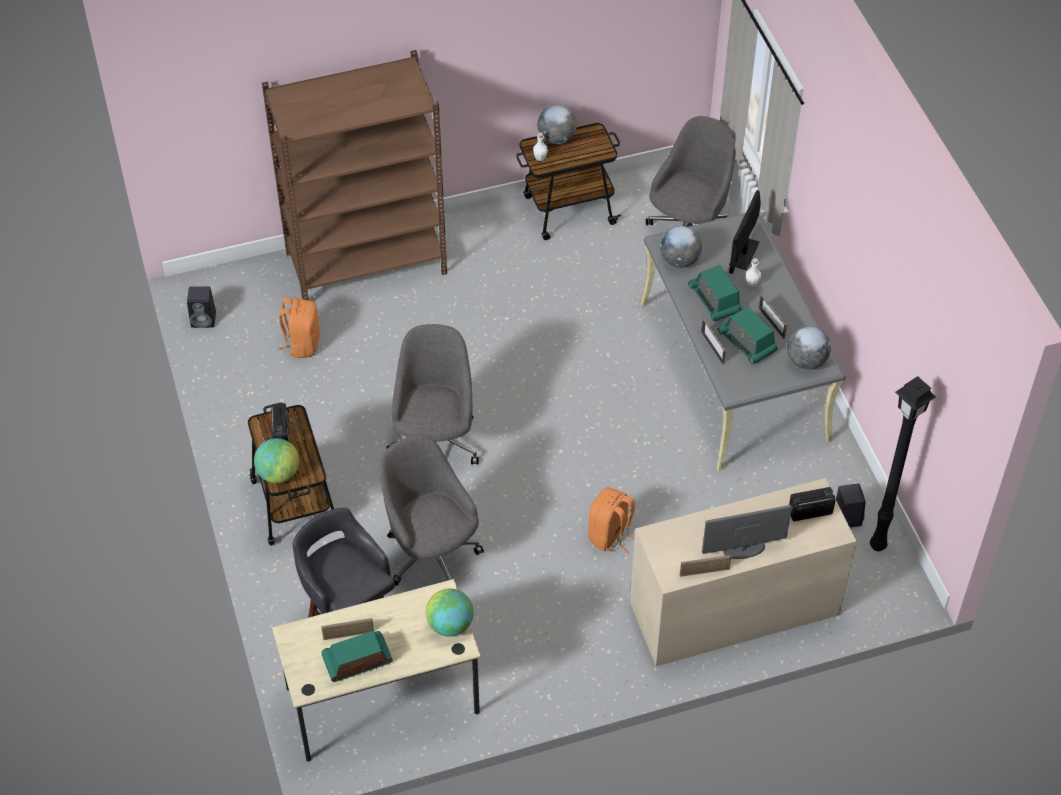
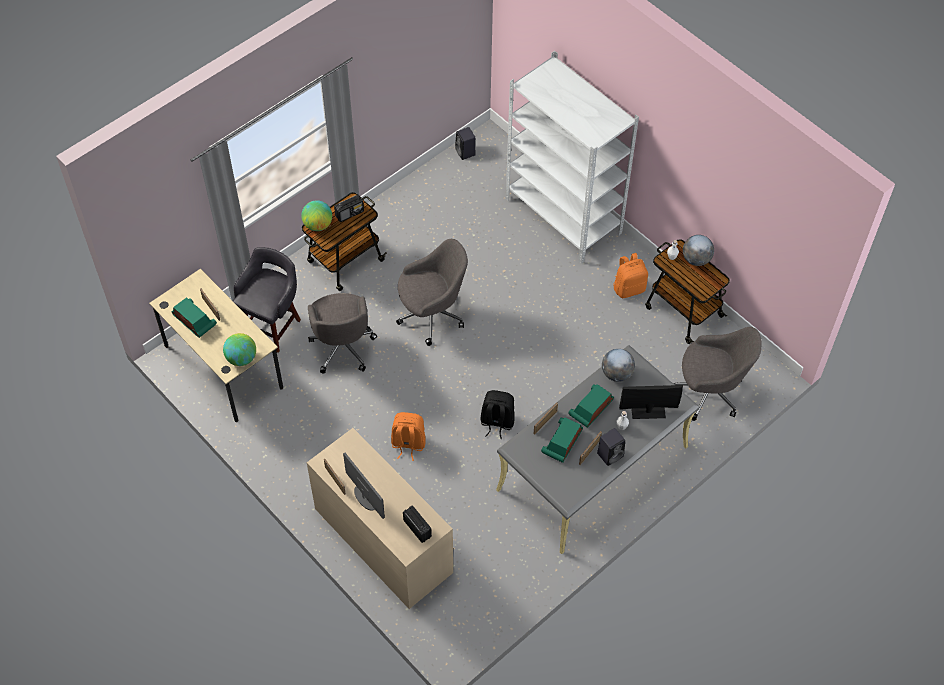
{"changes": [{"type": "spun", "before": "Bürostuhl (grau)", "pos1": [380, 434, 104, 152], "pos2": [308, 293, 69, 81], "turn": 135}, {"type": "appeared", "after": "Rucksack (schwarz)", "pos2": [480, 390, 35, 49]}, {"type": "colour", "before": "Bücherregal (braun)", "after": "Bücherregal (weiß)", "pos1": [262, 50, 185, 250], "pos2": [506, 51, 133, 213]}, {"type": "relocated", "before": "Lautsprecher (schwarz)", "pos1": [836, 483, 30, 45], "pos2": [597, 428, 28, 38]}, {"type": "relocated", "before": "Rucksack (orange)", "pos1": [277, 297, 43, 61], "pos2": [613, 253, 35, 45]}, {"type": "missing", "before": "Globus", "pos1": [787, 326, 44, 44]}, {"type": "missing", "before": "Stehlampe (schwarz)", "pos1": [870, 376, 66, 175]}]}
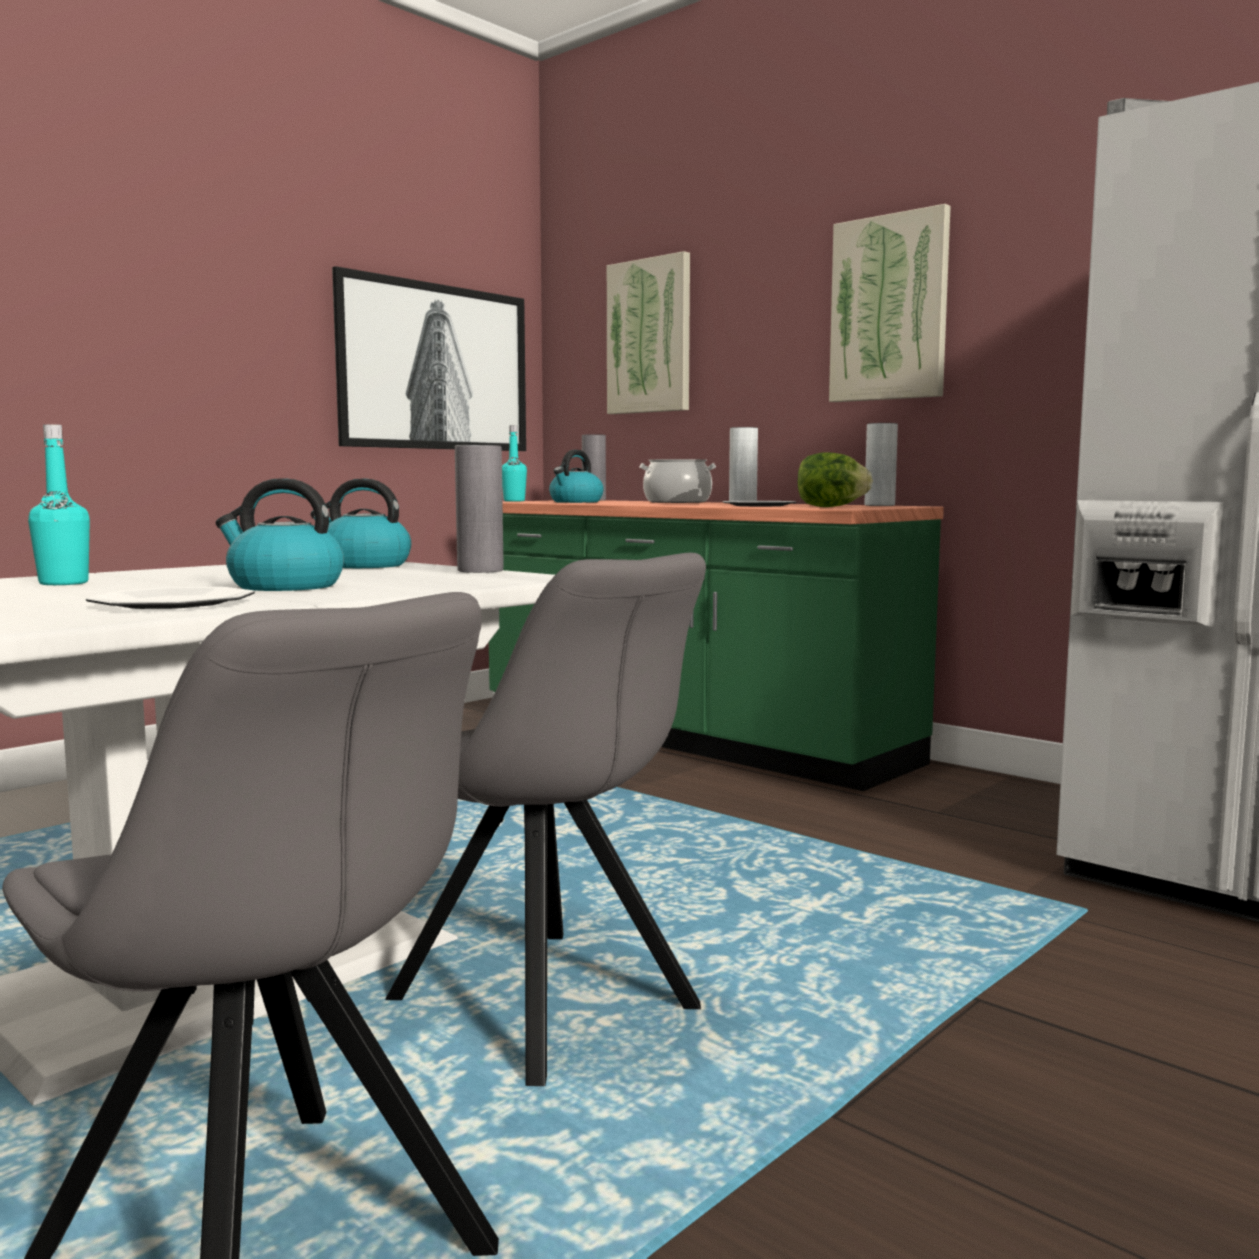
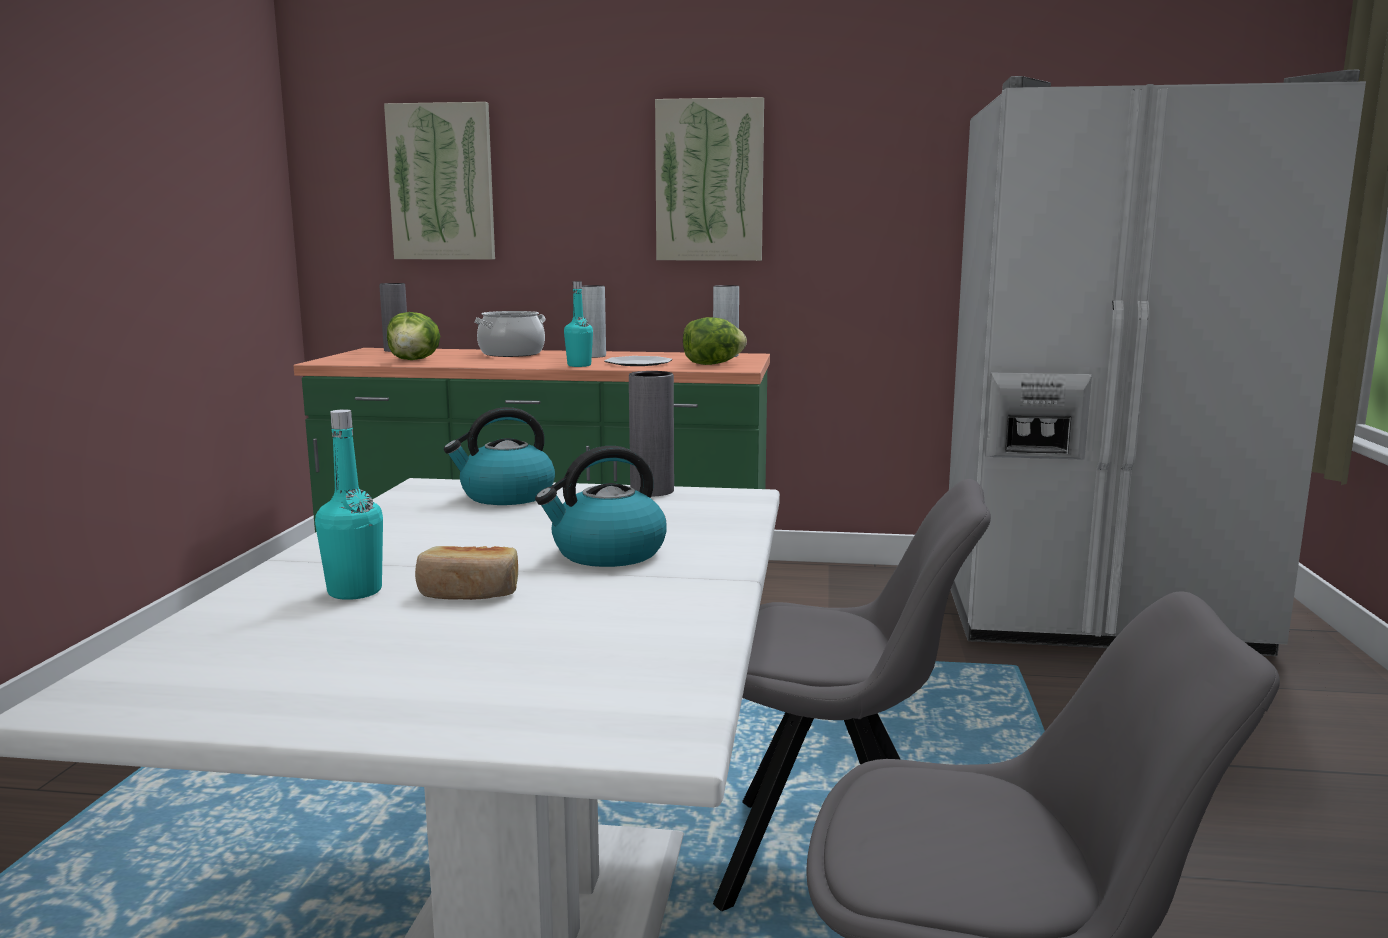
{"changes": [{"type": "exchanged", "before": "Wasserkessel", "after": "Salatkopf", "pos1": [549, 450, 55, 53], "pos2": [387, 312, 53, 48]}, {"type": "appeared", "after": "Brot", "pos2": [415, 546, 103, 54]}, {"type": "relocated", "before": "Flasche (türkis)", "pos1": [502, 425, 25, 76], "pos2": [564, 281, 29, 86]}, {"type": "missing", "before": "Teller", "pos1": [86, 587, 169, 22]}, {"type": "missing", "before": "Bild", "pos1": [332, 266, 194, 185]}]}
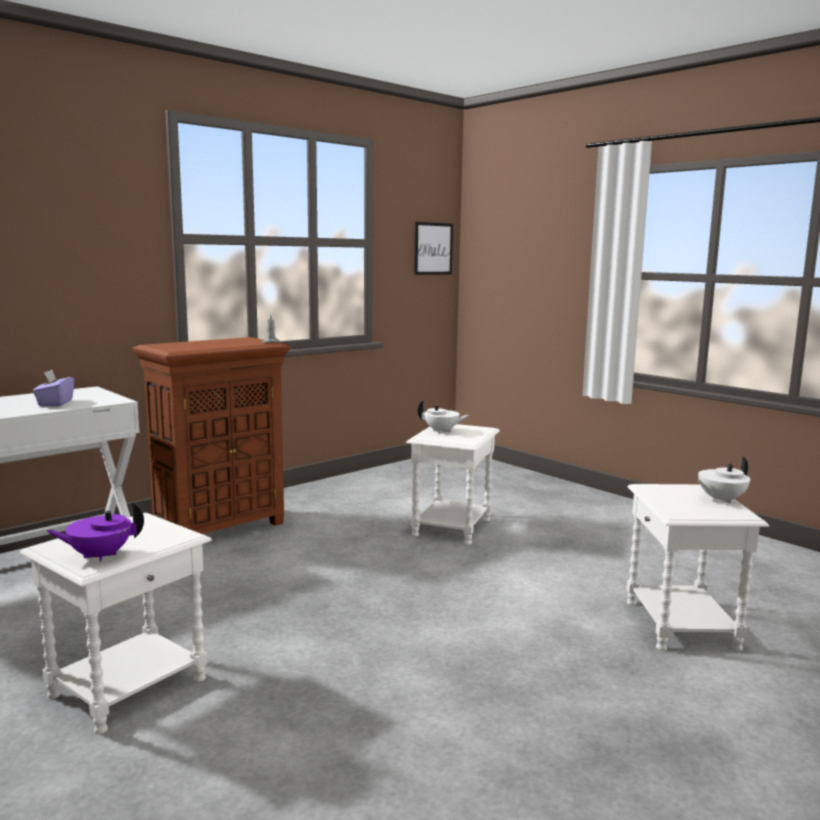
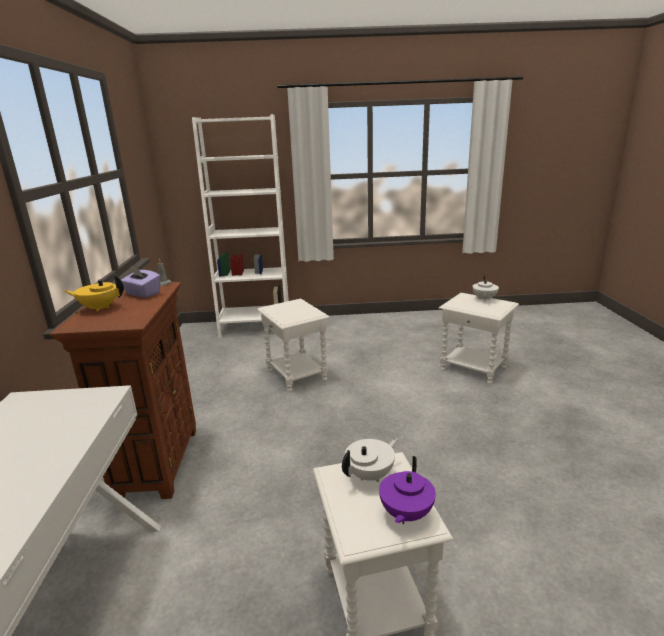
{"changes": [{"type": "appeared", "after": "Teekanne (gelb)", "pos2": [65, 274, 59, 38]}, {"type": "relocated", "before": "Taschentuchbox (lila)", "pos1": [33, 370, 41, 36], "pos2": [121, 267, 40, 31]}, {"type": "appeared", "after": "Bücherregal (weiß)", "pos2": [192, 114, 97, 224]}, {"type": "relocated", "before": "Teekanne (weiß)", "pos1": [418, 400, 51, 34], "pos2": [342, 438, 56, 45]}, {"type": "missing", "before": "Bild", "pos1": [414, 222, 39, 53]}]}
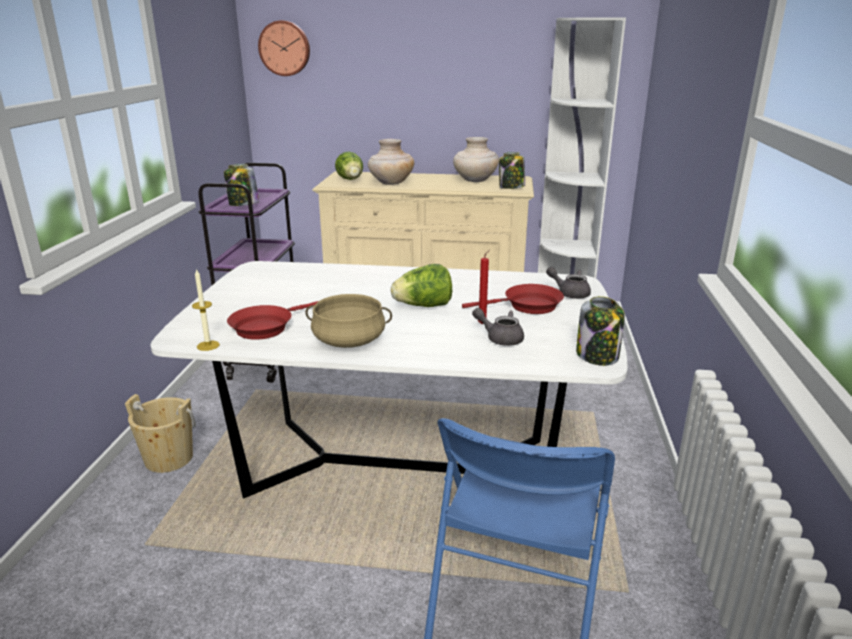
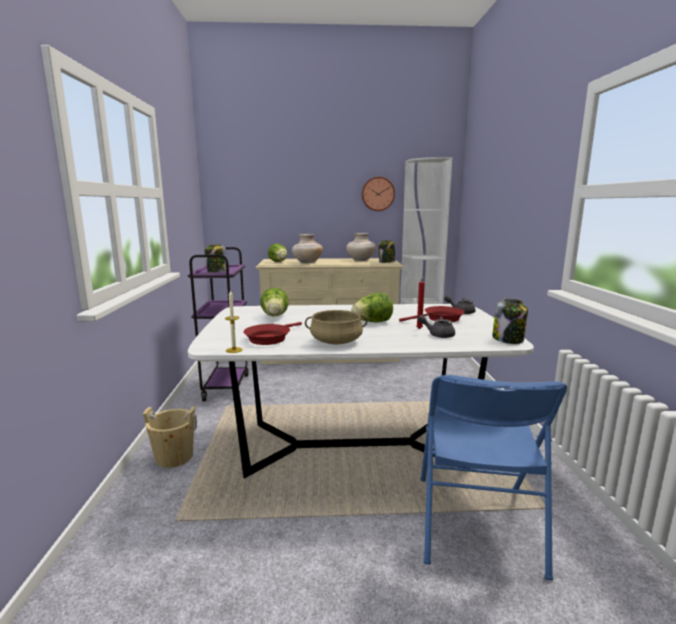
{"changes": [{"type": "appeared", "after": "Salatkopf", "pos2": [260, 288, 28, 29]}, {"type": "relocated", "before": "Wanduhr", "pos1": [258, 20, 52, 56], "pos2": [362, 177, 33, 34]}]}
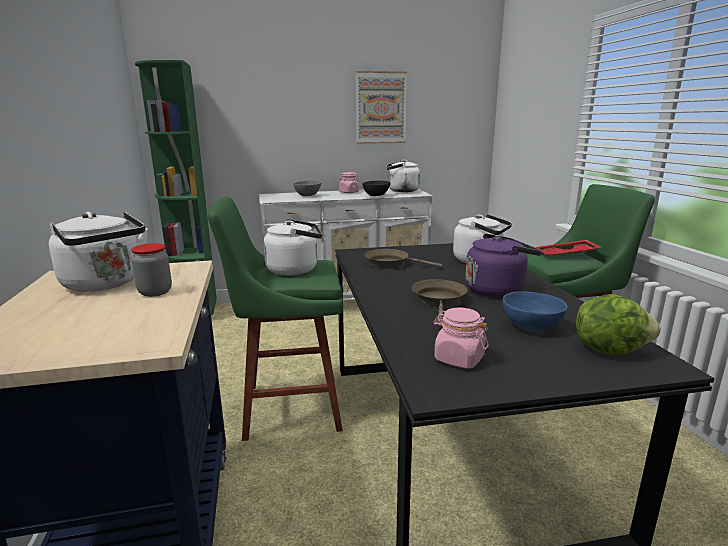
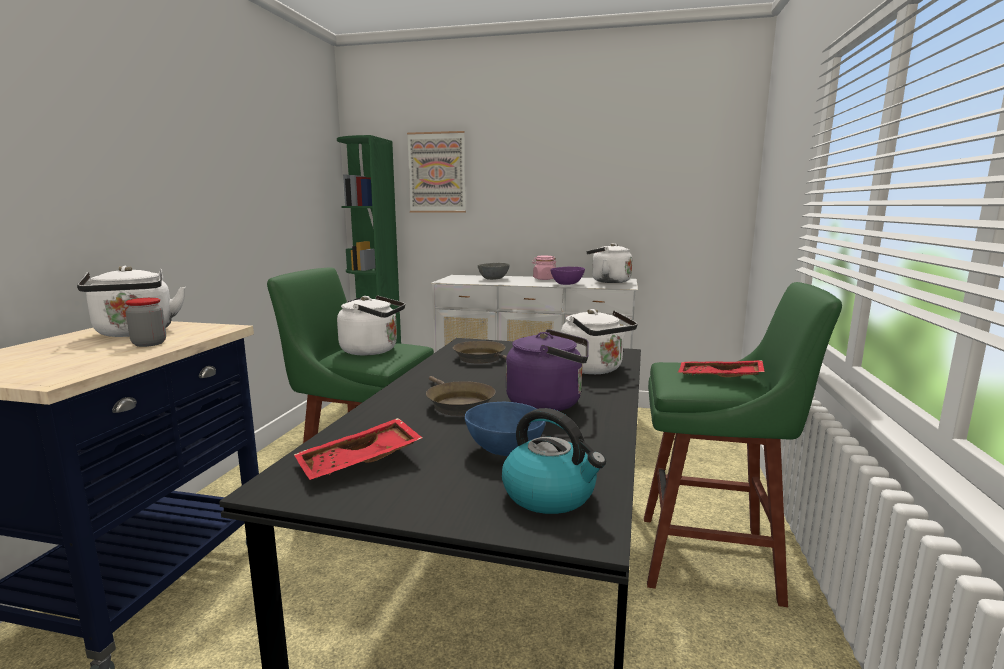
{"changes": [{"type": "exchanged", "before": "Vorratsglas (rosa)", "after": "Tablett (rot)", "pos1": [434, 307, 54, 62], "pos2": [294, 418, 129, 62]}, {"type": "relocated", "before": "Bild", "pos1": [356, 71, 51, 73], "pos2": [407, 131, 59, 82]}, {"type": "spun", "before": "Pfanne (braun)", "pos1": [412, 279, 56, 48], "pos2": [426, 376, 70, 40], "turn": 120}, {"type": "exchanged", "before": "Salatkopf", "after": "Wasserkessel", "pos1": [576, 294, 85, 61], "pos2": [502, 408, 104, 106]}, {"type": "colour", "before": "Schüssel (schwarz)", "after": "Schüssel (lila)", "pos1": [362, 181, 28, 15], "pos2": [550, 267, 35, 18]}]}
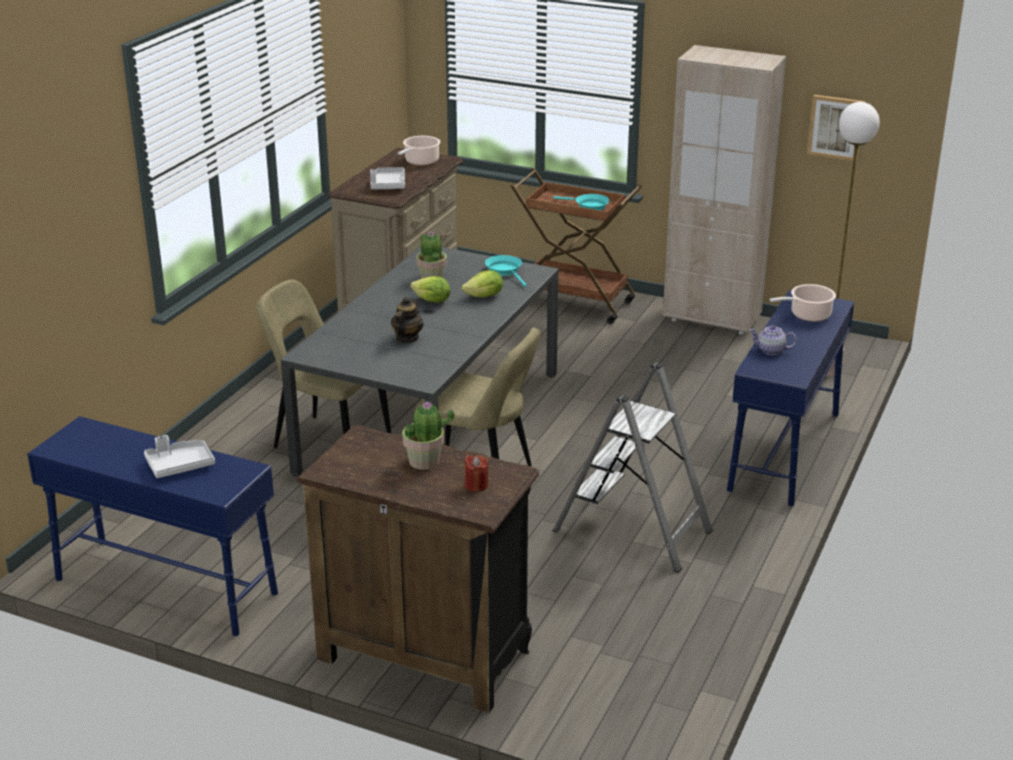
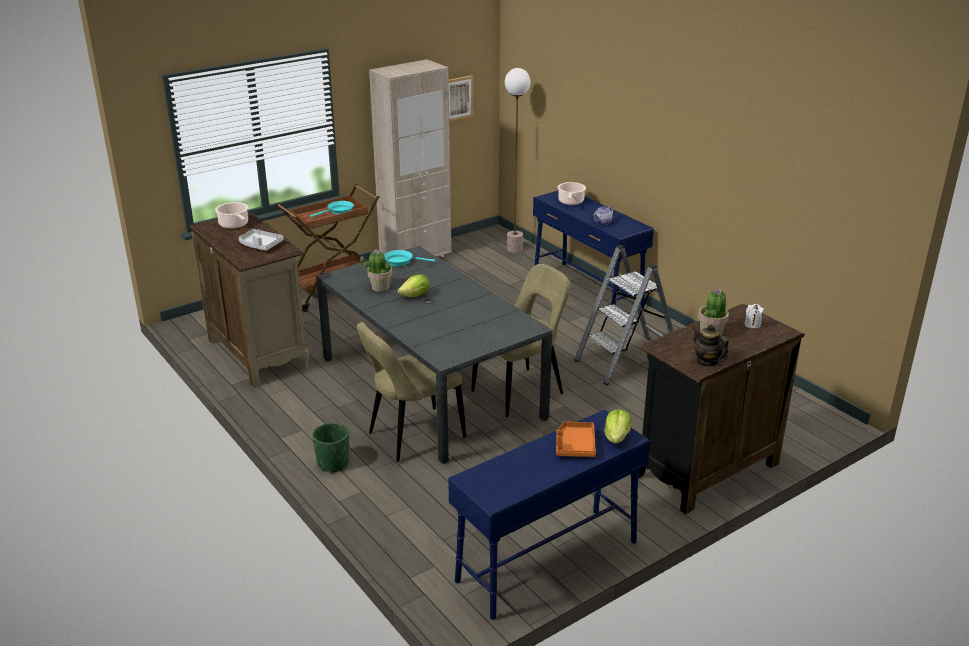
{"changes": [{"type": "appeared", "after": "Pflanzkübel (grün)", "pos2": [312, 423, 37, 50]}, {"type": "colour", "before": "Tablett (grau)", "after": "Tablett (orange)", "pos1": [144, 435, 71, 43], "pos2": [556, 422, 40, 35]}, {"type": "relocated", "before": "Salatkopf", "pos1": [461, 270, 42, 27], "pos2": [604, 409, 28, 34]}, {"type": "relocated", "before": "Teekanne", "pos1": [391, 297, 33, 46], "pos2": [692, 324, 36, 43]}, {"type": "colour", "before": "Kerze (rot)", "after": "Kerze (weiß)", "pos1": [464, 455, 24, 37], "pos2": [744, 304, 20, 25]}]}
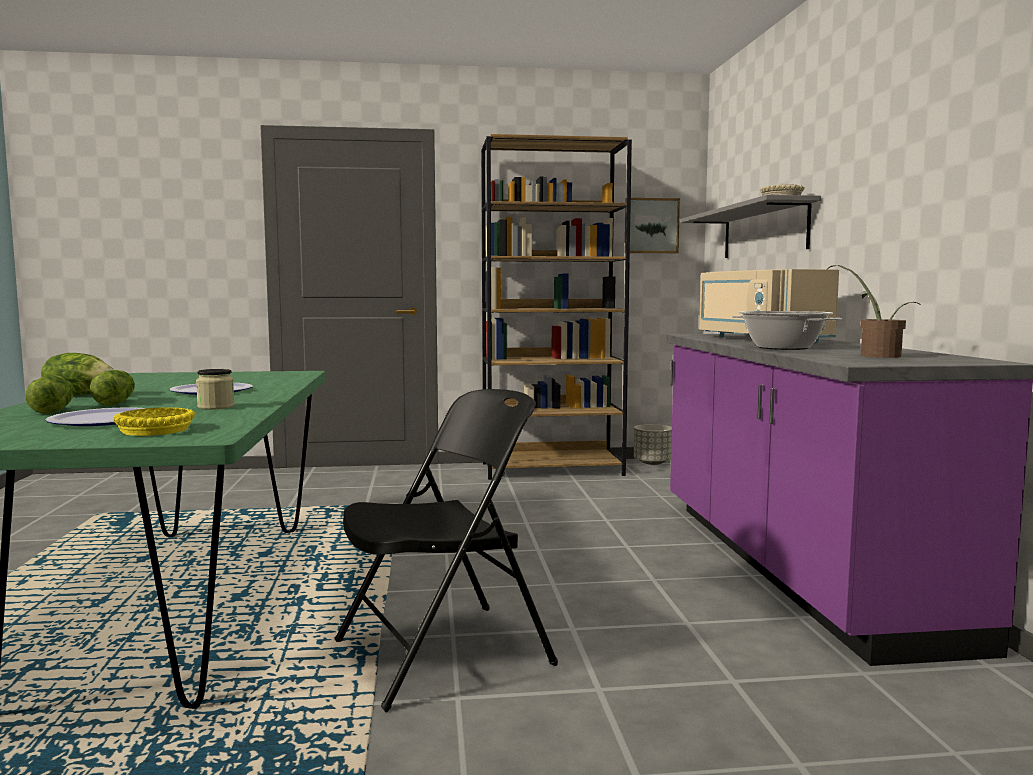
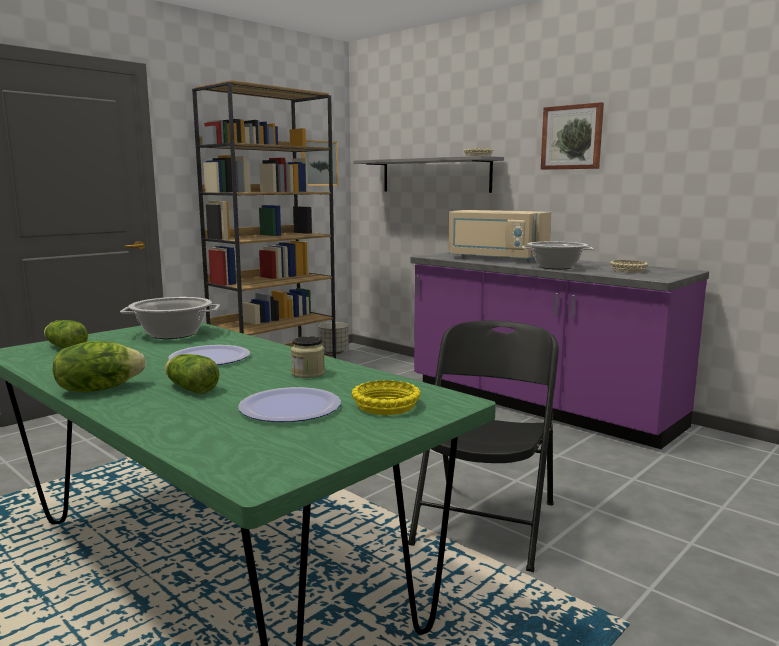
{"changes": [{"type": "relocated", "before": "Salatkopf", "pos1": [25, 375, 49, 39], "pos2": [44, 320, 44, 29]}, {"type": "appeared", "after": "Kochtopf", "pos2": [120, 297, 100, 42]}, {"type": "appeared", "after": "Bild", "pos2": [541, 102, 63, 68]}, {"type": "exchanged", "before": "Topfpflanze", "after": "Schüssel (beige)", "pos1": [826, 265, 93, 93], "pos2": [610, 260, 38, 13]}]}
